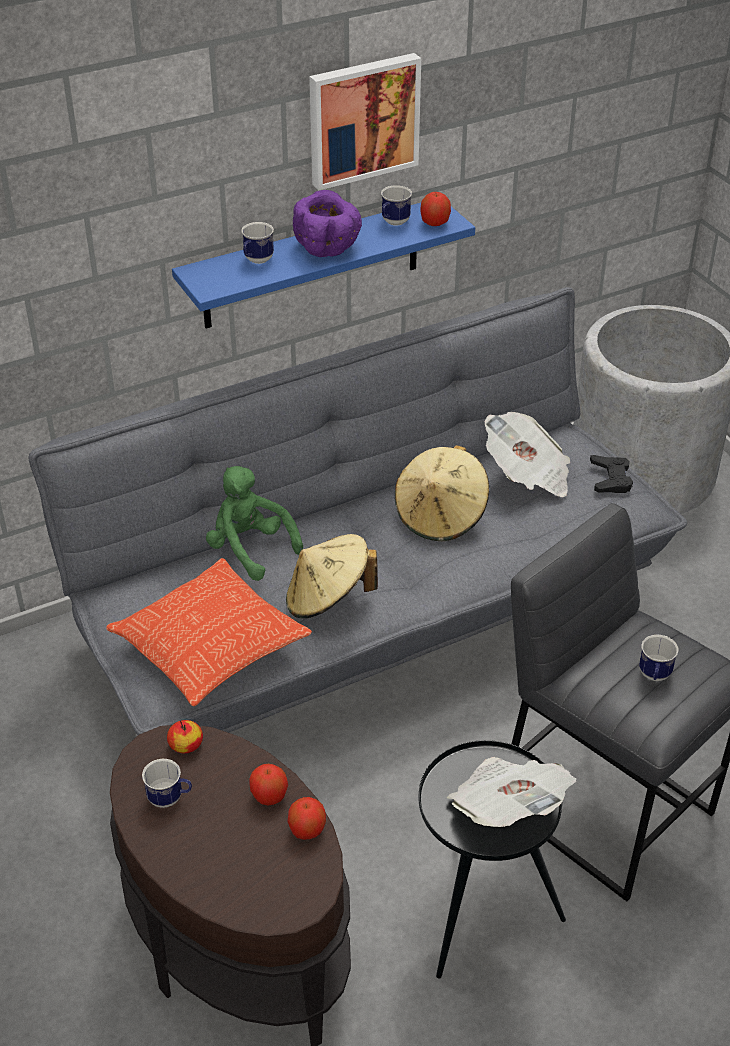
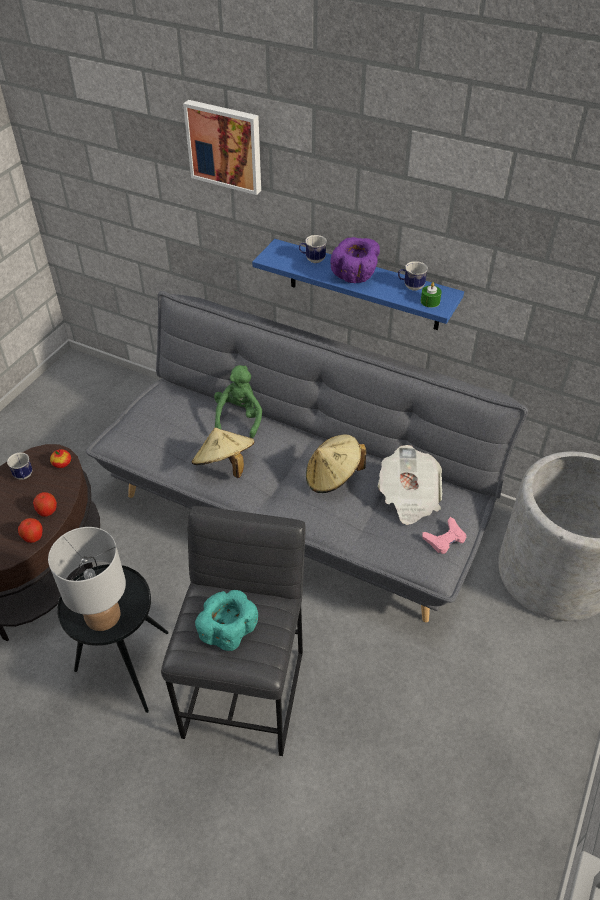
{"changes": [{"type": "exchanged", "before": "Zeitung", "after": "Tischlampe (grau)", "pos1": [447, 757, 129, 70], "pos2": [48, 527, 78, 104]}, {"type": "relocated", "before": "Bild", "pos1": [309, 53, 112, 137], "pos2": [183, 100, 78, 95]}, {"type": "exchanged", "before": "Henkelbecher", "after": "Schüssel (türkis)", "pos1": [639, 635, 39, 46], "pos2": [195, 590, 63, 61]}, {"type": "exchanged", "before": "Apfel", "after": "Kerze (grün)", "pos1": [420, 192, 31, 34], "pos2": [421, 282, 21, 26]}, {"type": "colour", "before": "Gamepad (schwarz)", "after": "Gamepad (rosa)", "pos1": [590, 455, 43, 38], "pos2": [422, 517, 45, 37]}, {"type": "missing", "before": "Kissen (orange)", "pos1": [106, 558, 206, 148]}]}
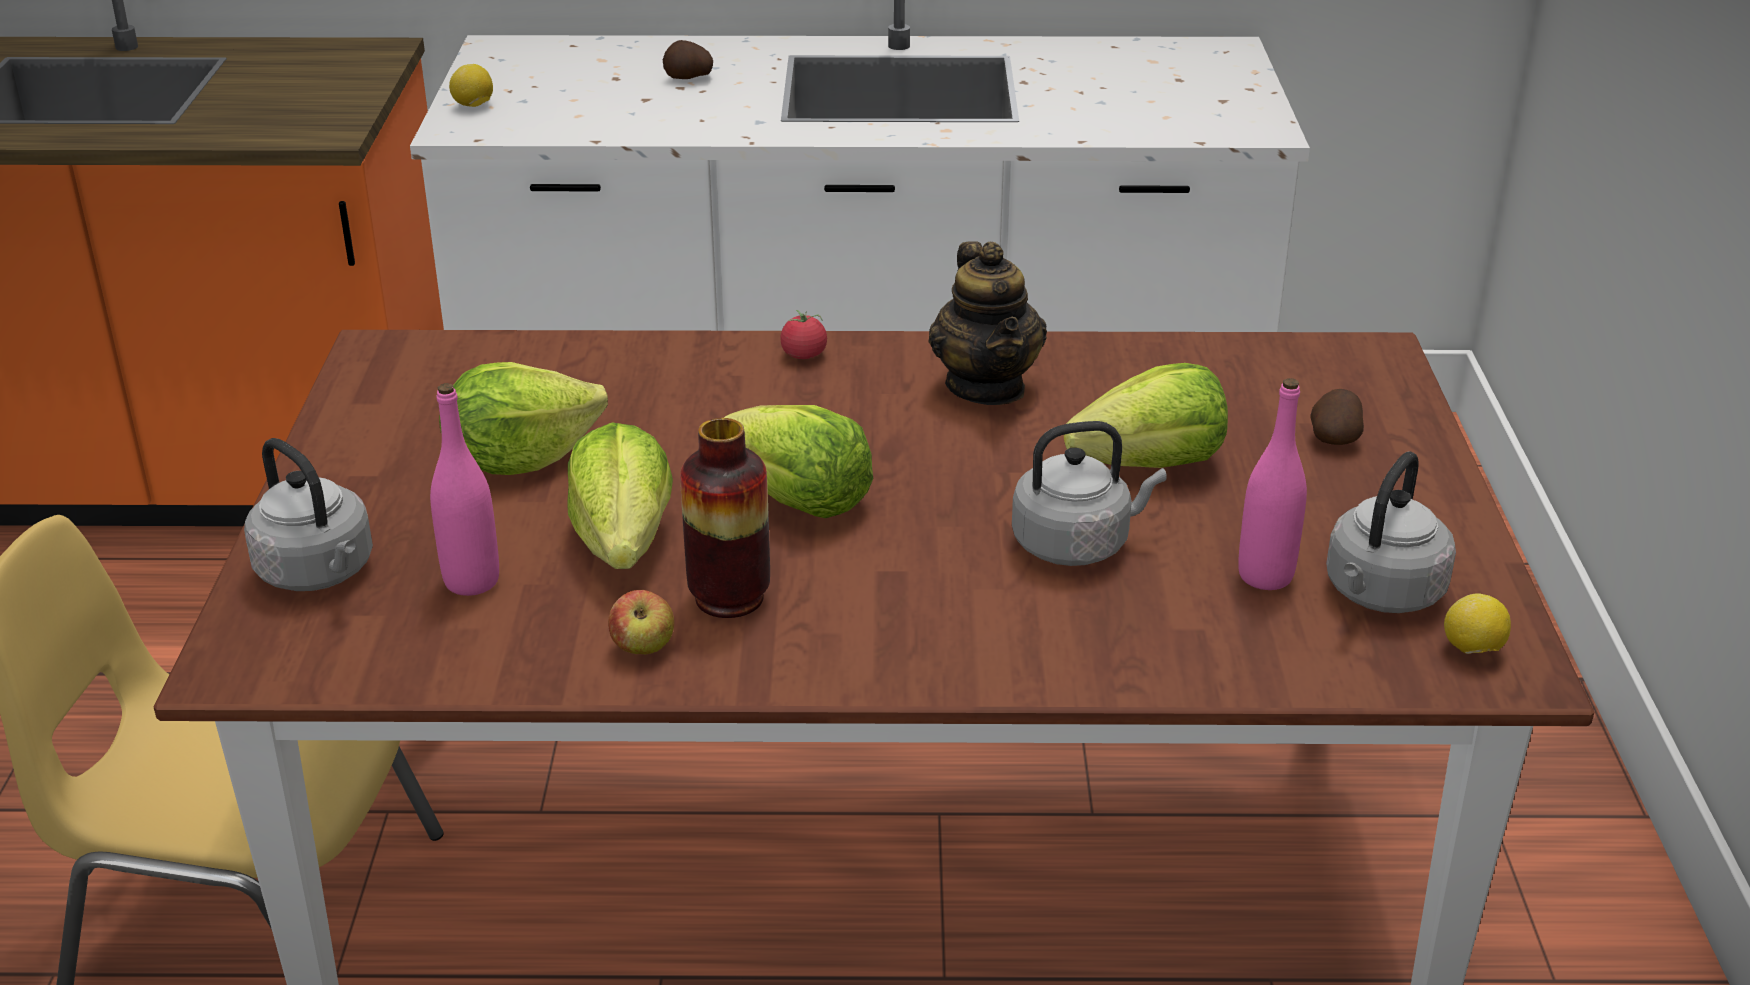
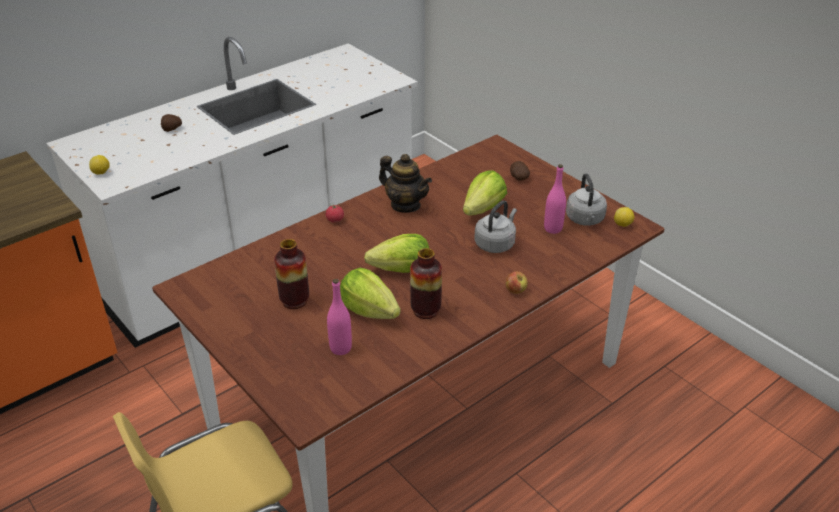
{"changes": [{"type": "exchanged", "before": "Salatkopf", "after": "Vase", "pos1": [439, 362, 169, 113], "pos2": [274, 239, 35, 70]}, {"type": "relocated", "before": "Apfel", "pos1": [608, 590, 66, 64], "pos2": [505, 271, 23, 23]}, {"type": "missing", "before": "Wasserkessel (grau)", "pos1": [244, 438, 129, 153]}]}
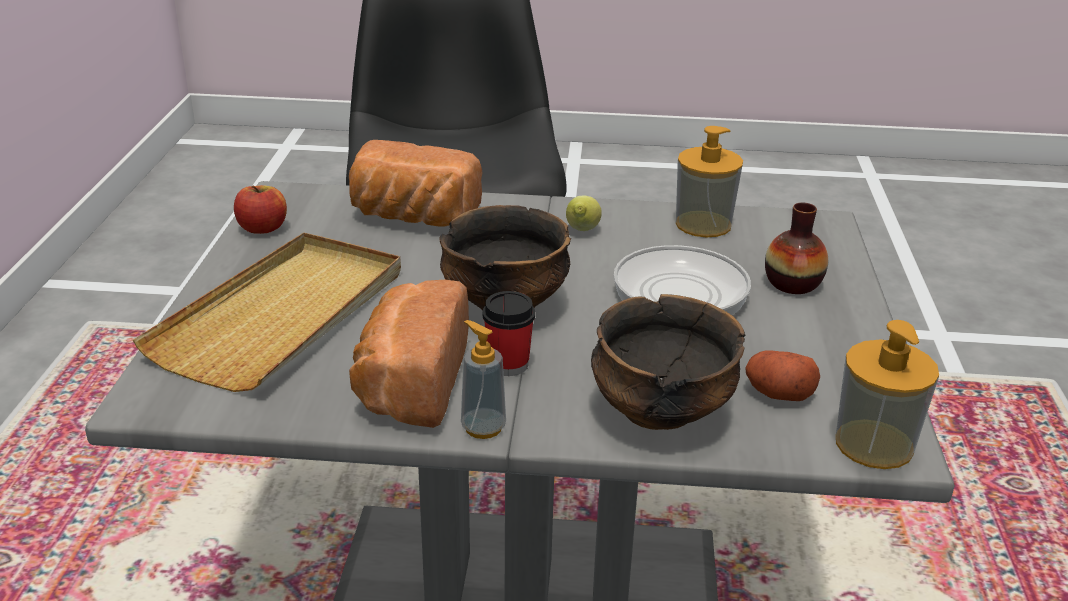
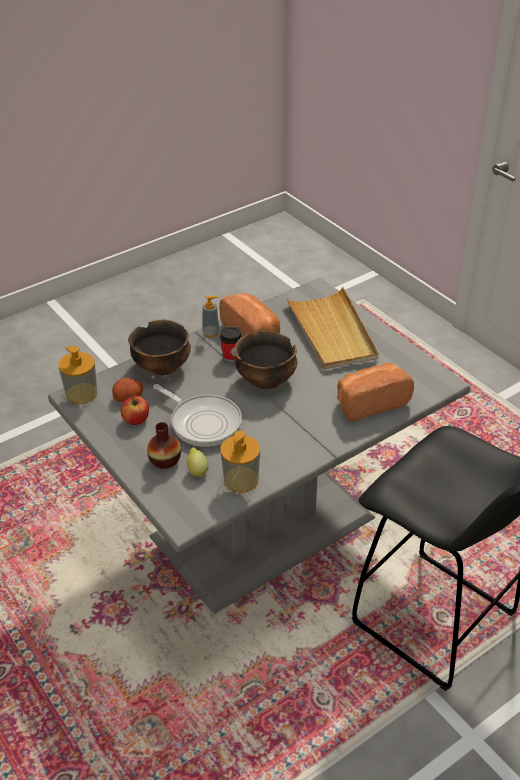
{"changes": [{"type": "relocated", "before": "Apfel", "pos1": [234, 185, 53, 49], "pos2": [121, 396, 28, 29]}, {"type": "relocated", "before": "Zitrone", "pos1": [566, 196, 36, 35], "pos2": [186, 447, 23, 30]}]}
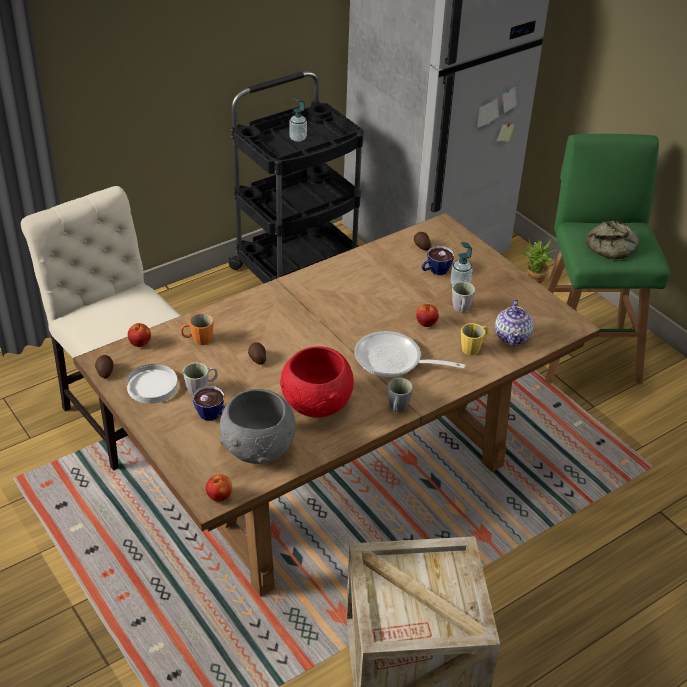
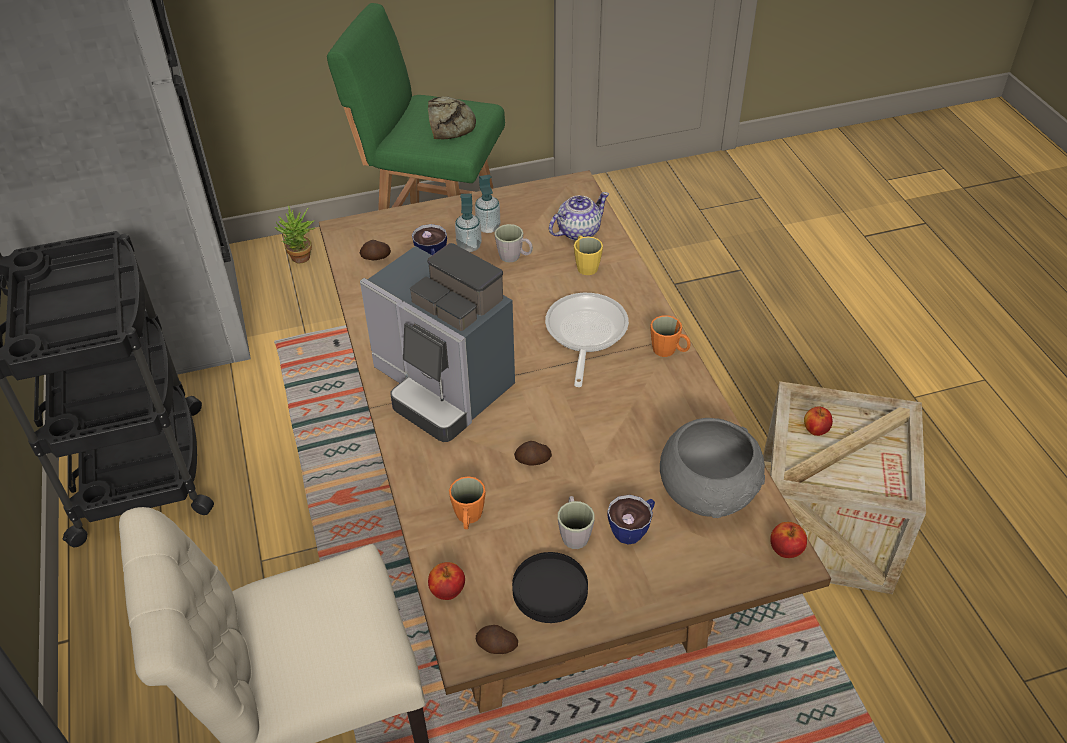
{"changes": [{"type": "appeared", "after": "Kaffeemaschine", "pos2": [360, 243, 155, 199]}, {"type": "relocated", "before": "Seifenspender", "pos1": [289, 98, 18, 44], "pos2": [475, 174, 26, 59]}, {"type": "colour", "before": "Teller (weiß)", "after": "Teller (schwarz)", "pos1": [126, 364, 52, 40], "pos2": [512, 552, 76, 71]}, {"type": "spun", "before": "Pfanne", "pos1": [354, 331, 111, 46], "pos2": [545, 293, 84, 94], "turn": 150}, {"type": "spun", "before": "Teekanne", "pos1": [495, 299, 39, 47], "pos2": [549, 192, 60, 49], "turn": -60}, {"type": "colour", "before": "Henkelbecher (grau)", "after": "Henkelbecher (orange)", "pos1": [388, 378, 25, 35], "pos2": [650, 315, 41, 42]}, {"type": "relocated", "before": "Apfel", "pos1": [416, 304, 23, 23], "pos2": [804, 406, 29, 30]}, {"type": "missing", "before": "Schüssel (rot)", "pos1": [280, 346, 74, 72]}]}
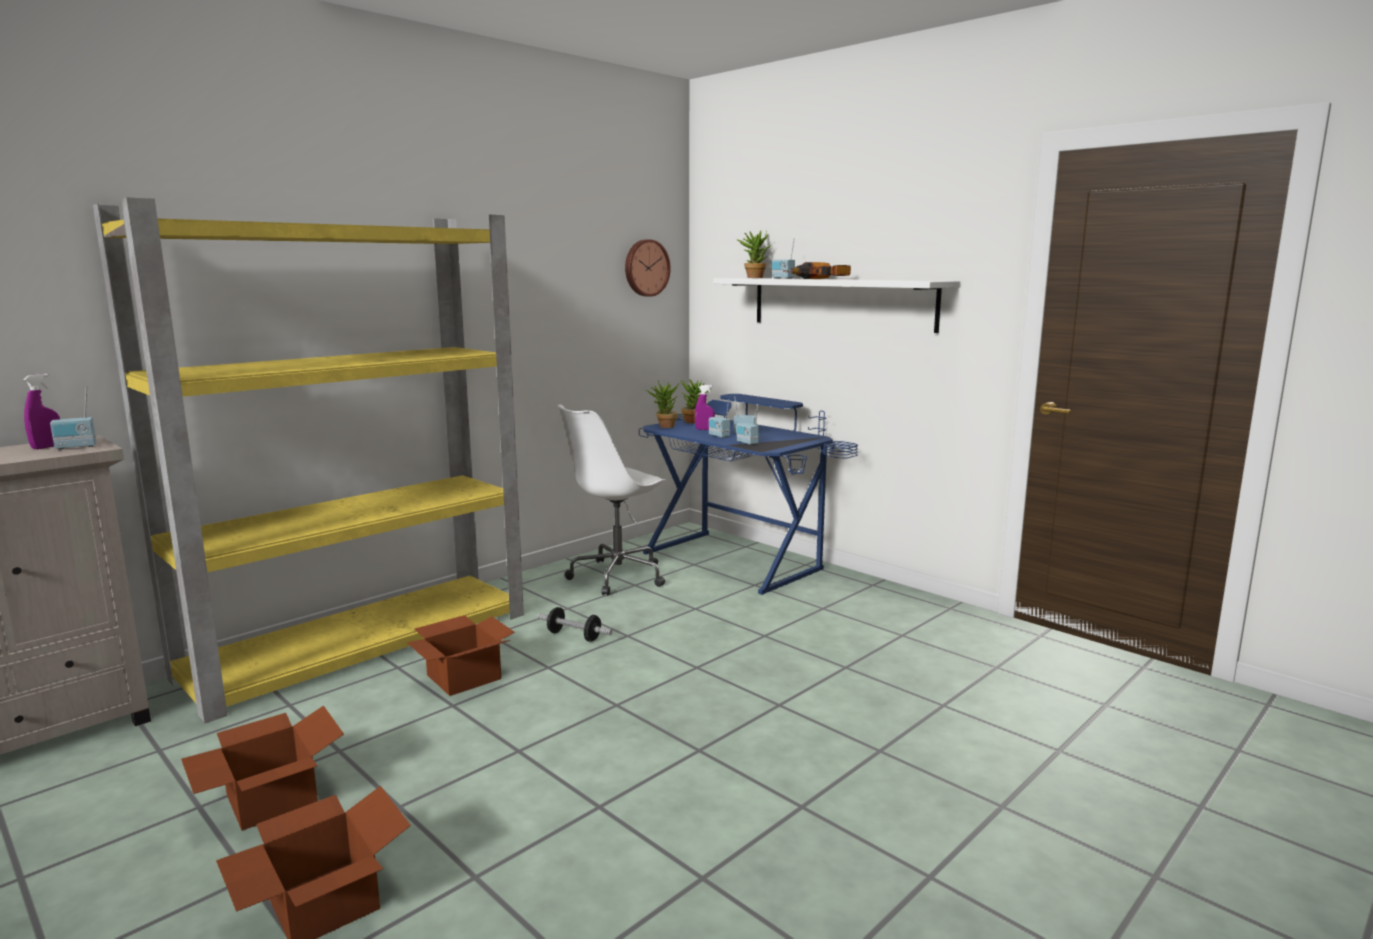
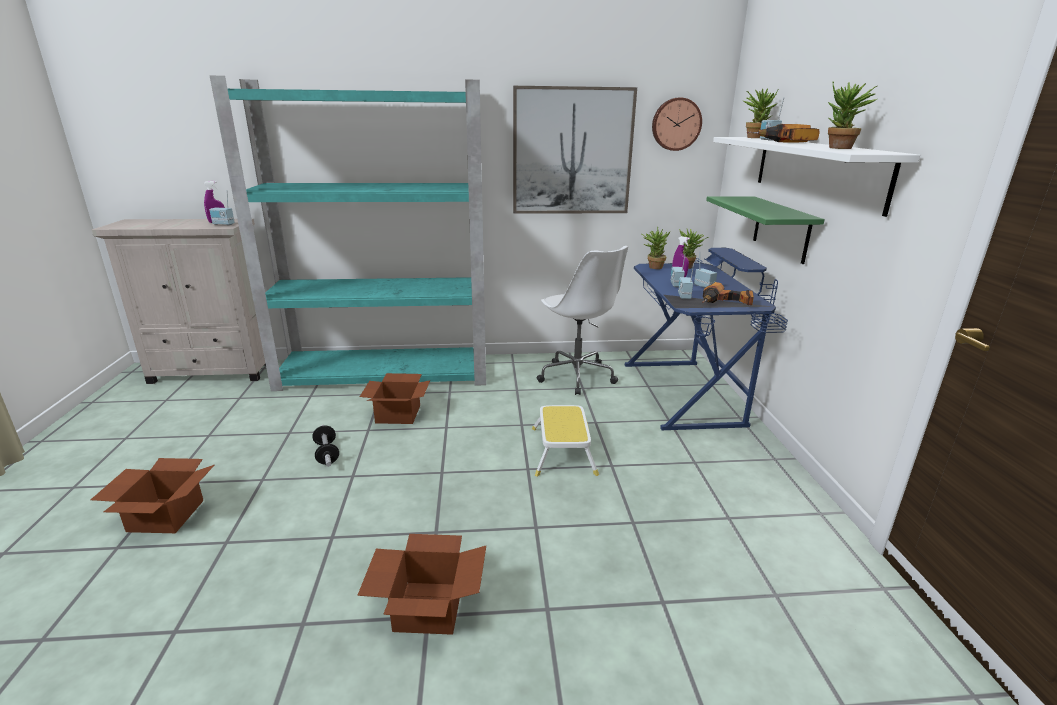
{"changes": [{"type": "colour", "before": "Bücherregal (gelb)", "after": "Bücherregal (türkis)", "pos1": [93, 198, 431, 525], "pos2": [210, 76, 276, 315]}, {"type": "relocated", "before": "Hantel", "pos1": [537, 607, 75, 35], "pos2": [312, 425, 27, 42]}, {"type": "relocated", "before": "Karton", "pos1": [181, 706, 163, 125], "pos2": [357, 534, 129, 101]}, {"type": "appeared", "after": "Bild", "pos2": [513, 86, 124, 128]}, {"type": "appeared", "after": "Trittleiter (gelb)", "pos2": [532, 405, 67, 71]}, {"type": "spun", "before": "Bürostuhl (weiß)", "pos1": [558, 405, 108, 190], "pos2": [537, 246, 91, 149], "turn": -120}, {"type": "appeared", "after": "Bohrmaschine", "pos2": [702, 282, 52, 23]}, {"type": "appeared", "after": "Wandregal (grün)", "pos2": [706, 196, 119, 68]}, {"type": "appeared", "after": "Topfpflanze", "pos2": [828, 82, 49, 67]}]}
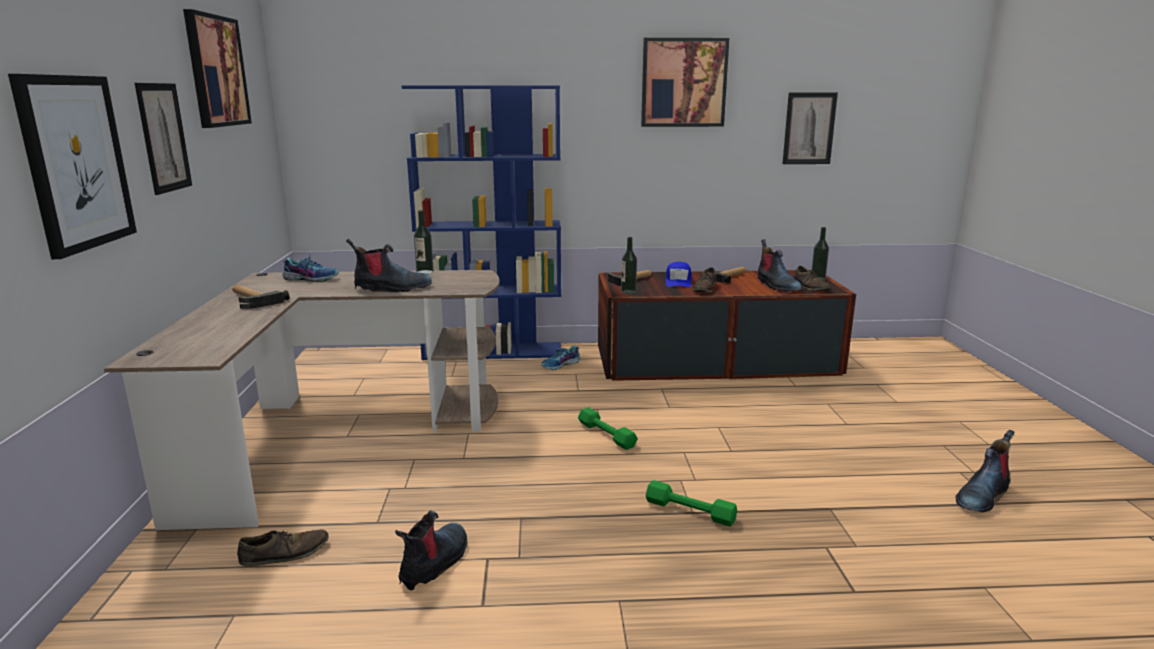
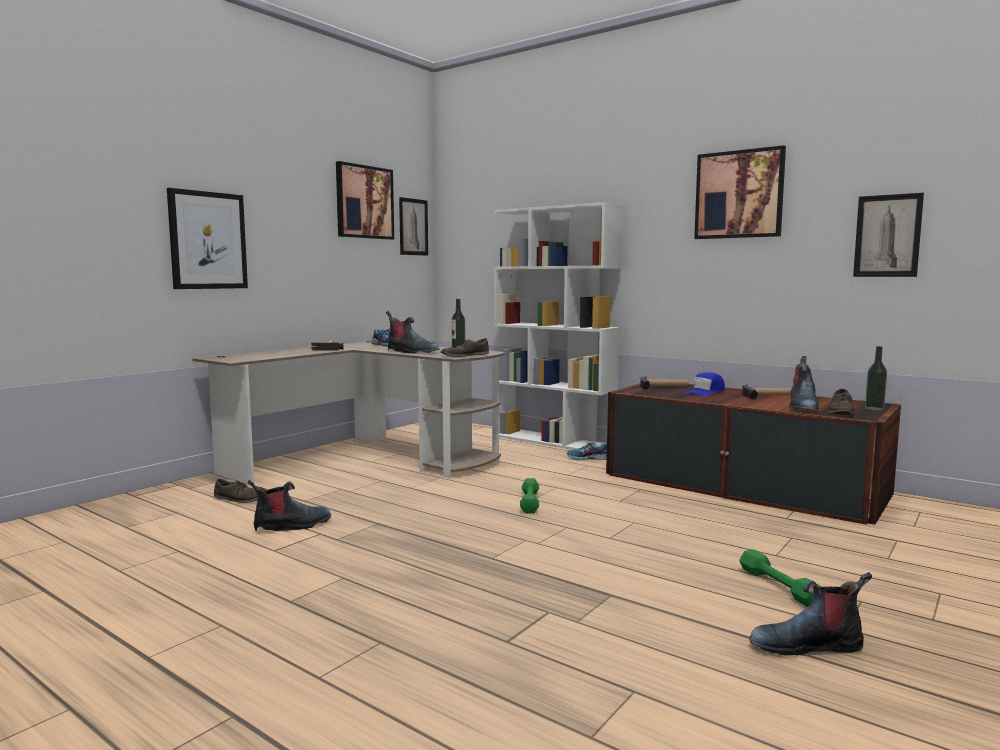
{"changes": [{"type": "relocated", "before": "Bild", "pos1": [135, 83, 57, 112], "pos2": [399, 197, 29, 59]}, {"type": "relocated", "before": "Schuh (braun)", "pos1": [693, 267, 23, 26], "pos2": [441, 338, 48, 19]}, {"type": "colour", "before": "Bücherregal (blau)", "after": "Bücherregal (weiß)", "pos1": [402, 86, 159, 274], "pos2": [494, 202, 129, 248]}, {"type": "relocated", "before": "Hantel (grün)", "pos1": [646, 480, 91, 46], "pos2": [739, 549, 82, 58]}, {"type": "missing", "before": "Flasche", "pos1": [621, 237, 16, 57]}]}
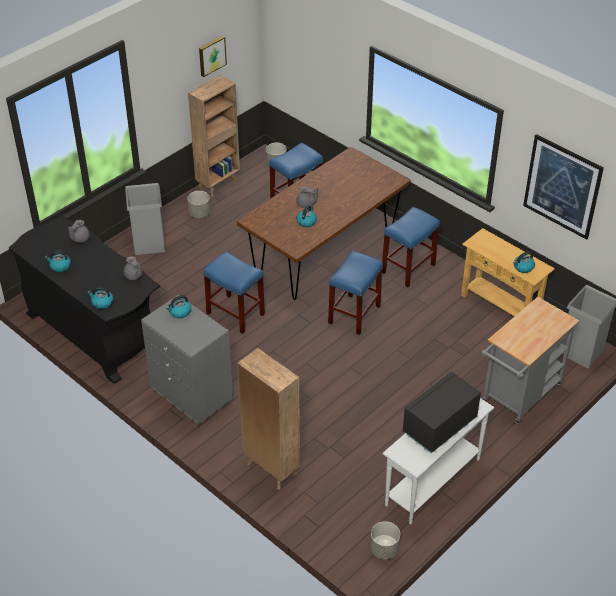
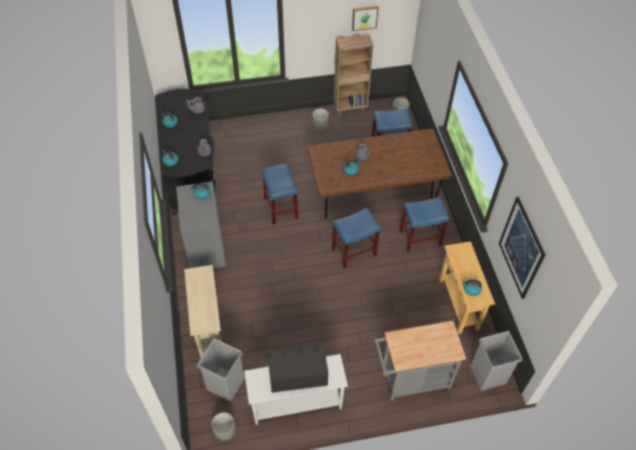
{"changes": [{"type": "exchanged", "before": "Bücherregal (braun)", "after": "Konsolentisch (beige)", "pos1": [238, 348, 62, 142], "pos2": [184, 265, 37, 93]}, {"type": "relocated", "before": "Mülleimer (grau)", "pos1": [125, 183, 40, 72], "pos2": [197, 339, 48, 62]}]}
